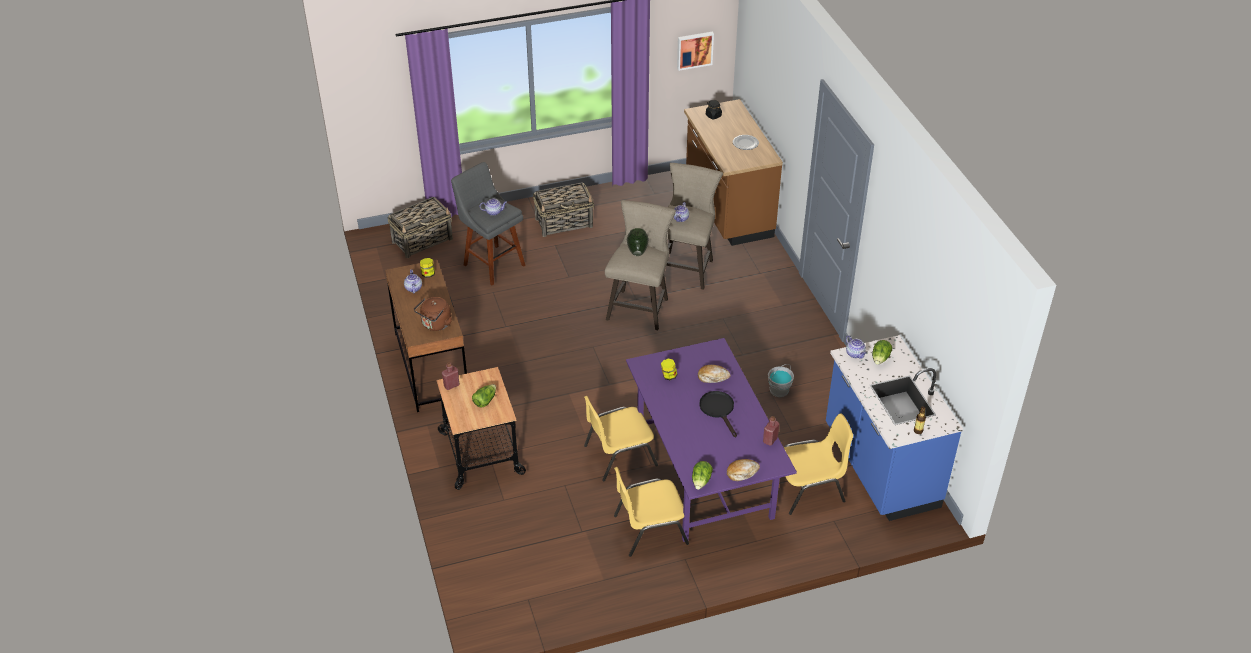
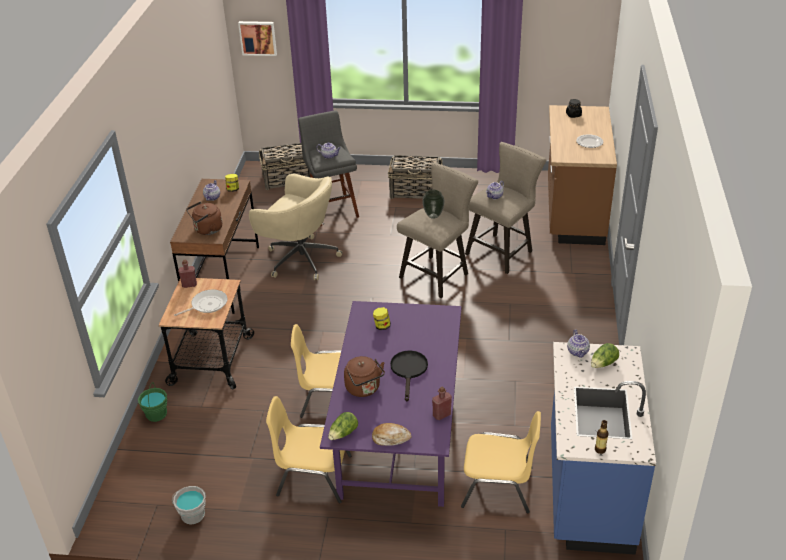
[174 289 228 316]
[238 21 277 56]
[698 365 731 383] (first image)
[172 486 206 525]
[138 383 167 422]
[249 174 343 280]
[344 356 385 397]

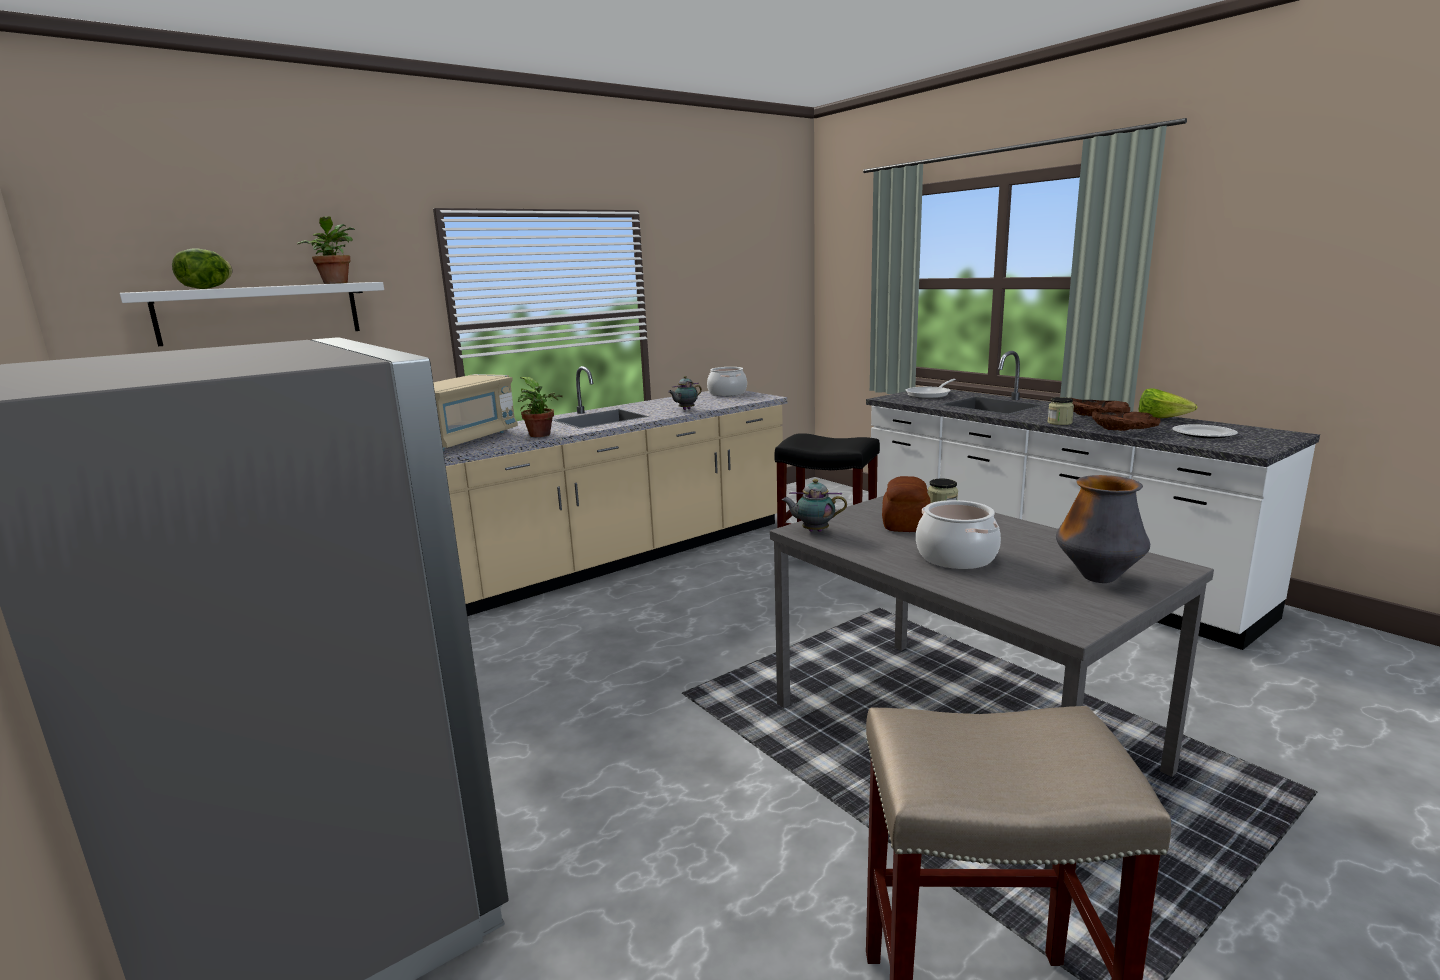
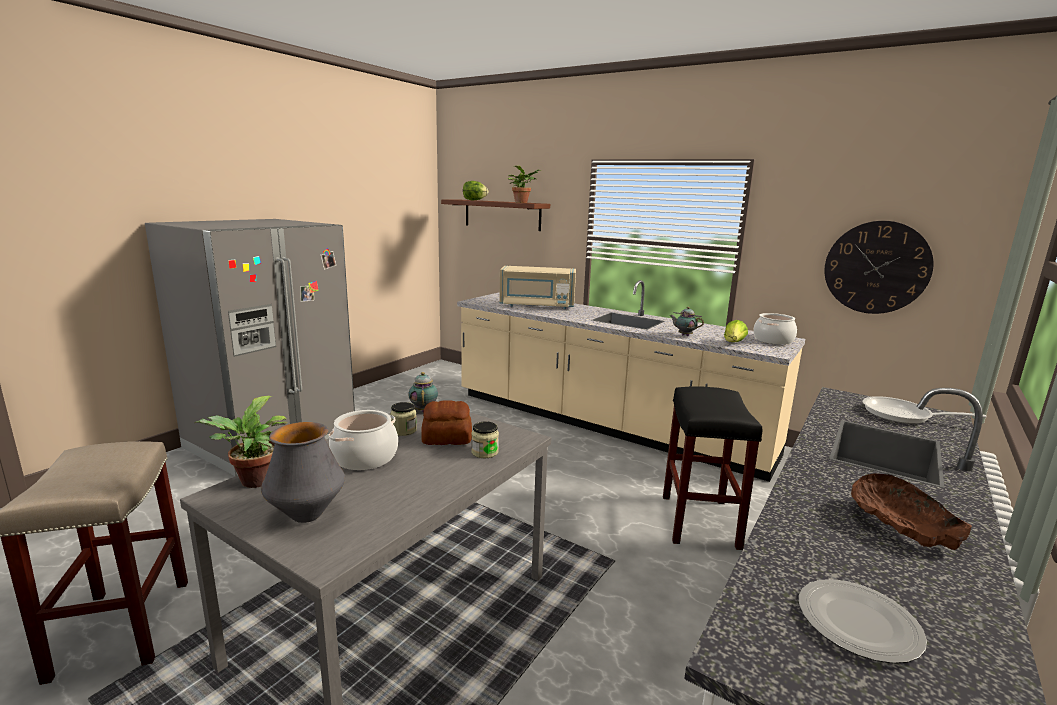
[441 200 550 231]
[195 396 288 488]
[390 402 417 436]
[1092 411 1161 431] (first image)
[724 320 748 342]
[824 221 934 314]

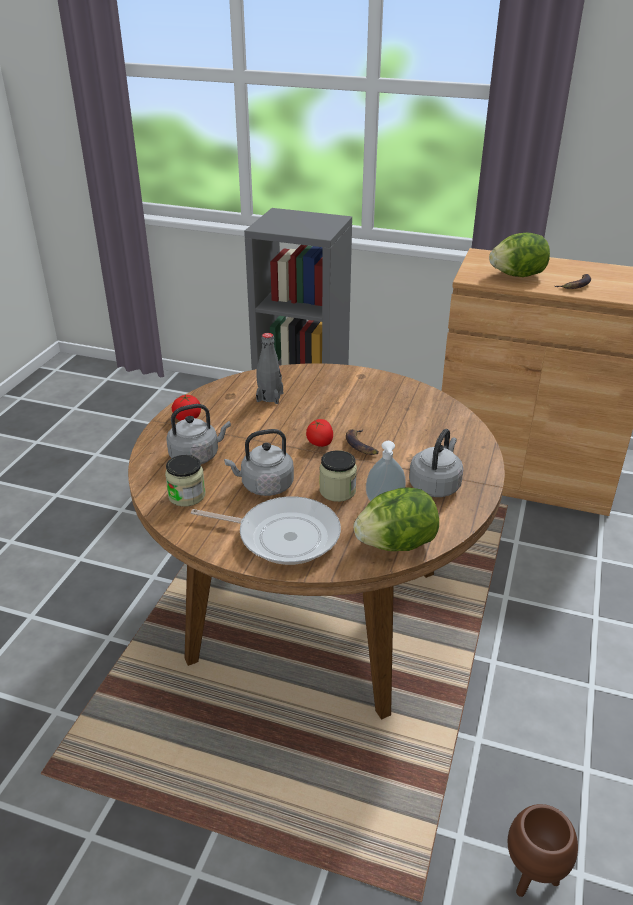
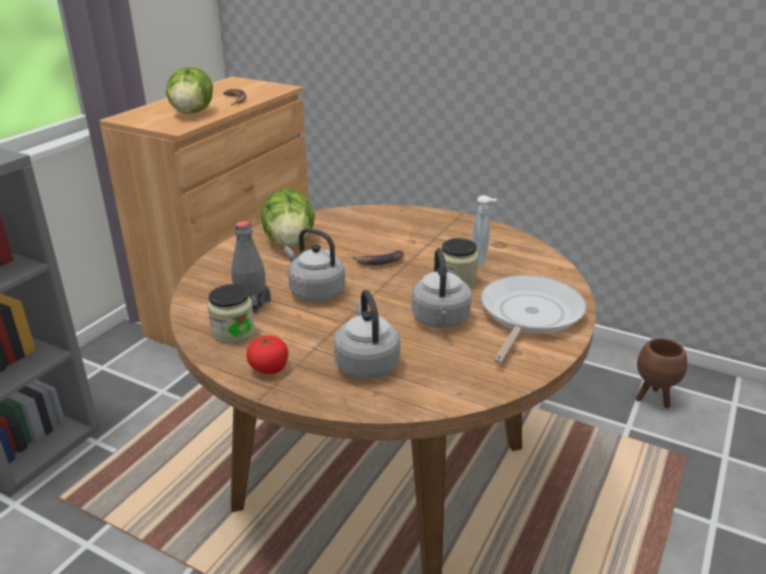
[208 284 255 344]
[306 419 333 447] (first image)
[261 188 315 247]
[284 228 345 302]

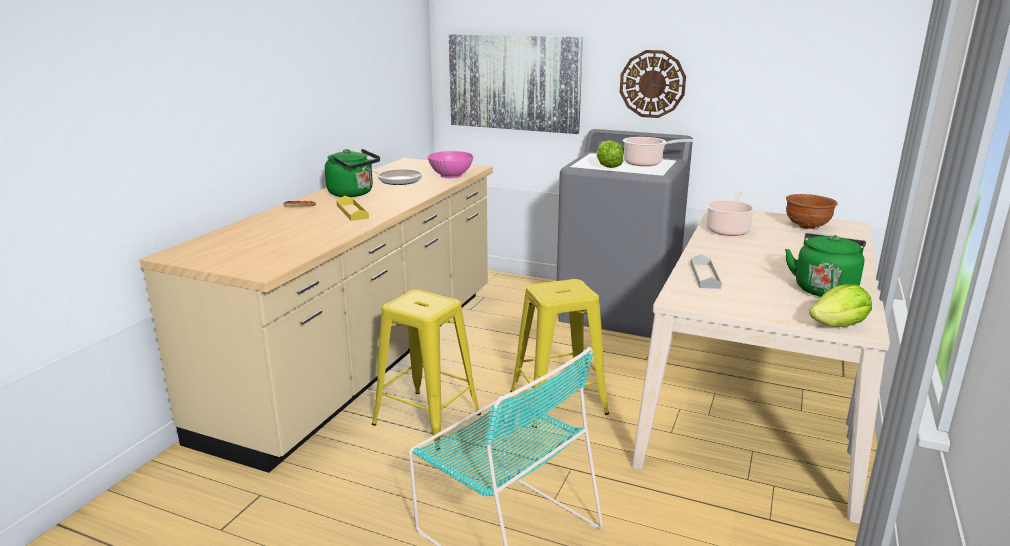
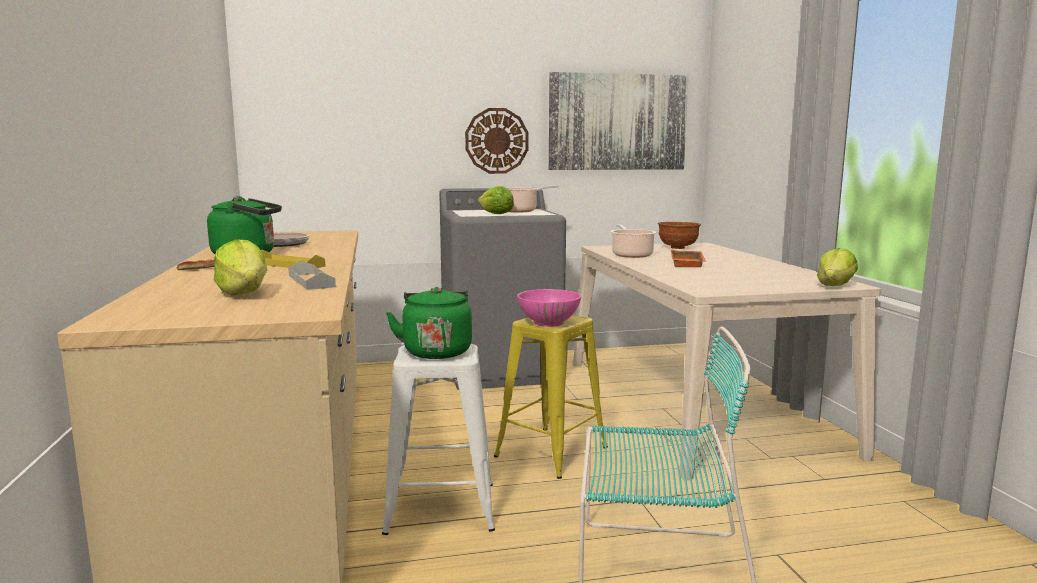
[382 344 495 535]
[517 289 581 327]
[549 72 688 170]
[288 260 336 290]
[386 287 472 359]
[214 239 267 296]
[671 250 706 267]

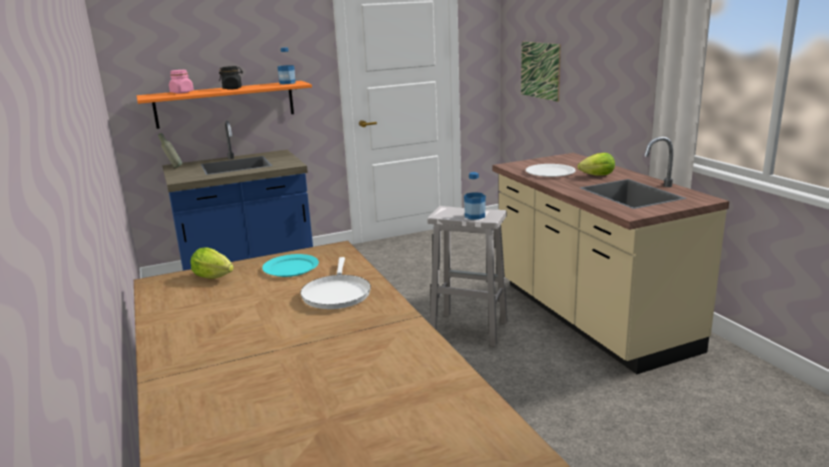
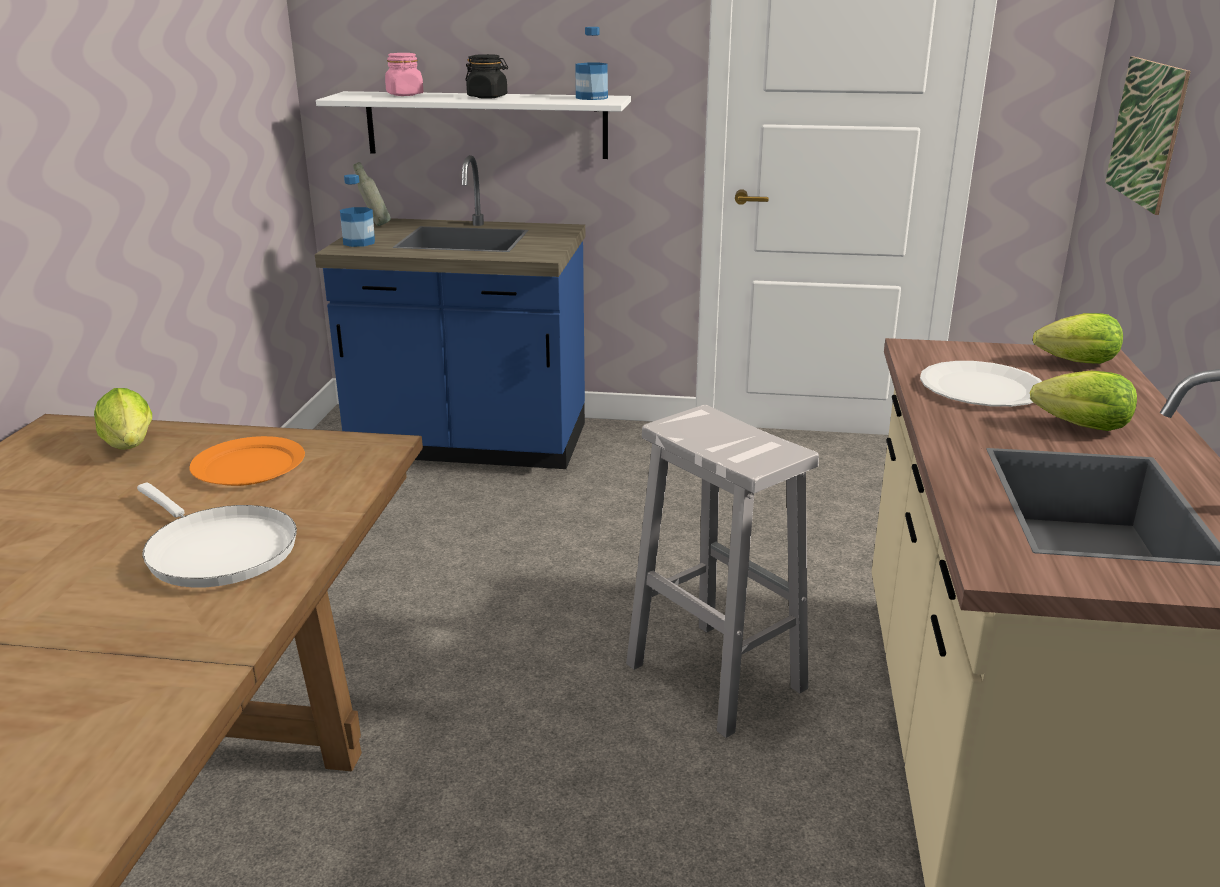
[316 91 631 159]
[189 436 305 486]
[137 483 297 588]
[340 174 375 247]
[1033 313 1123 364]

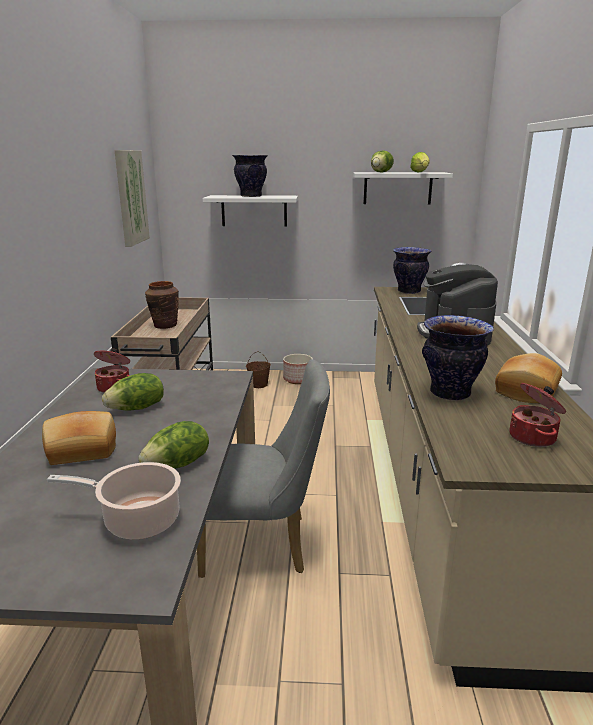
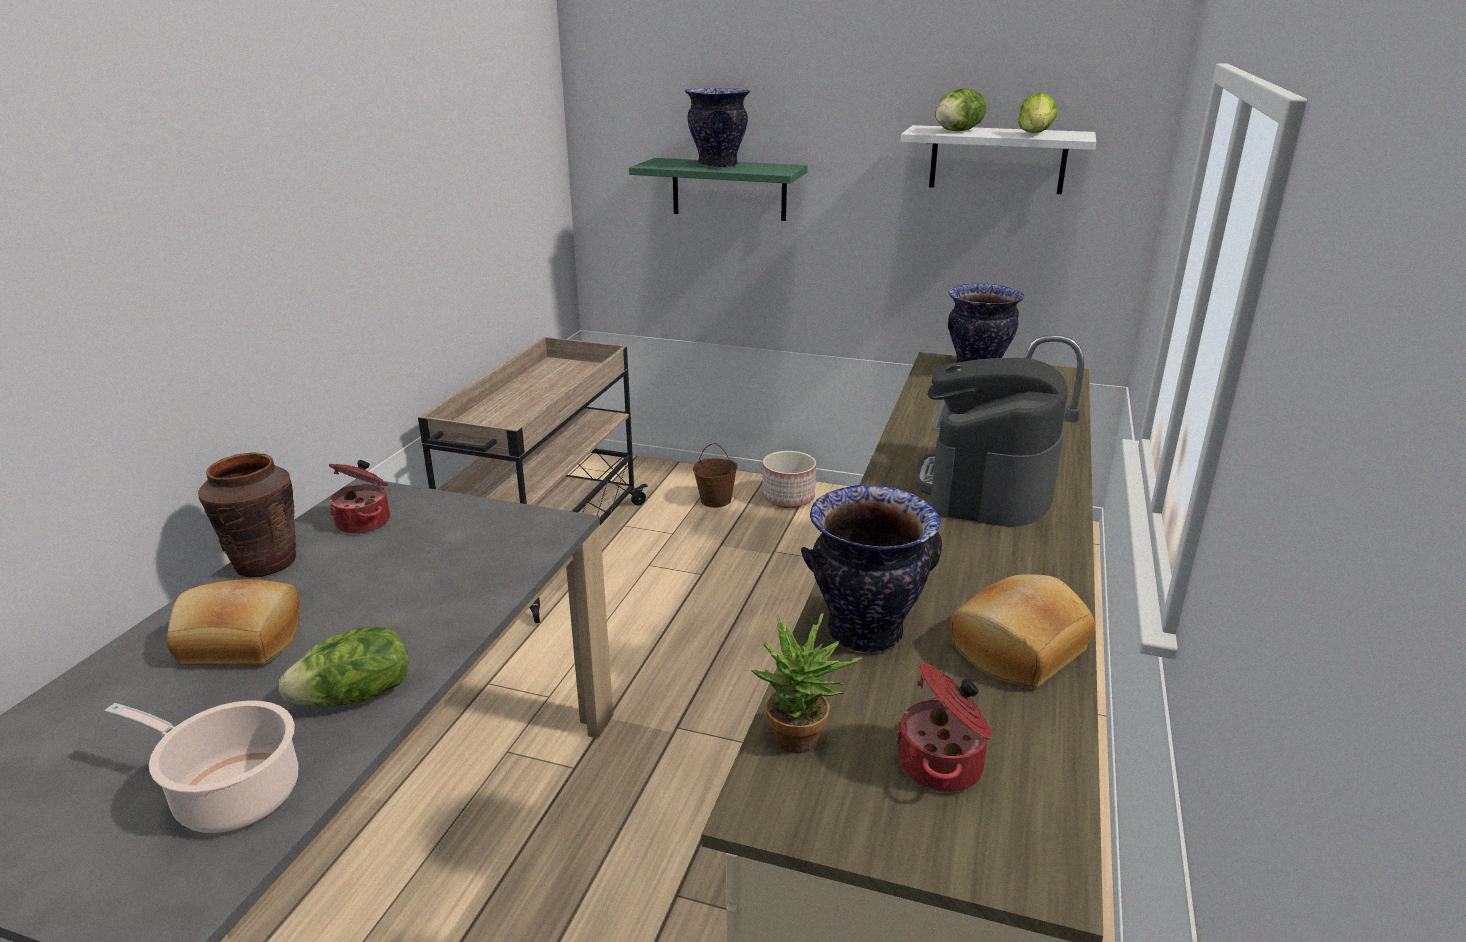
[102 373 164 410] (first image)
[114 150 150 247] (first image)
[198 453 296 578]
[197 359 330 578] (first image)
[629 158 808 221]
[751 613 863 754]

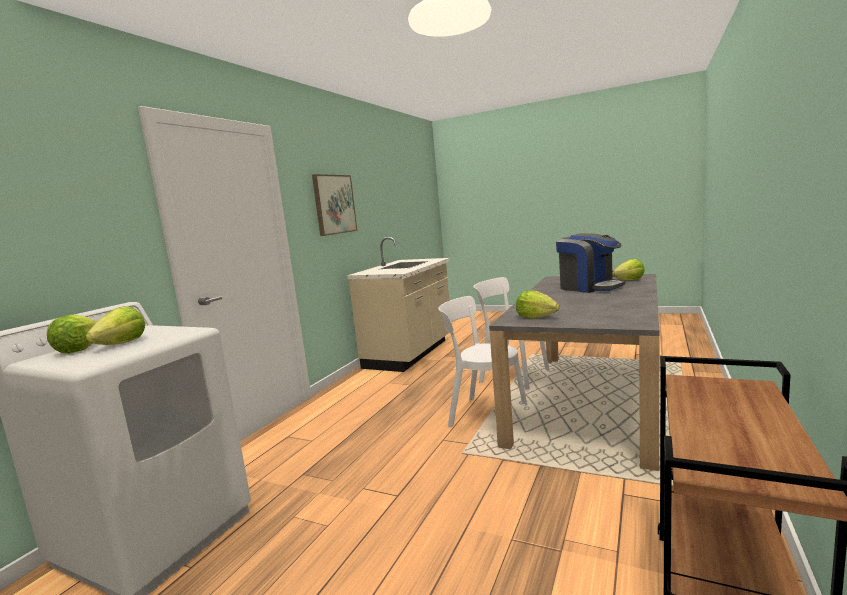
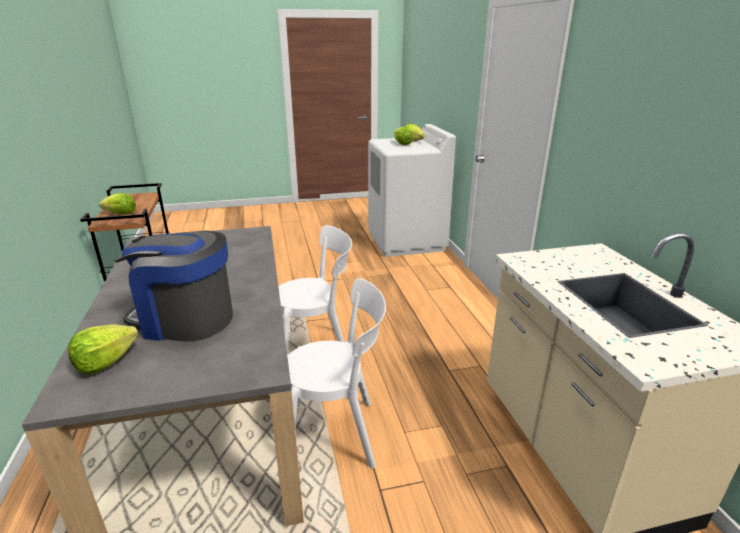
[312 174 357 236] (first image)
[99 193 136 214]

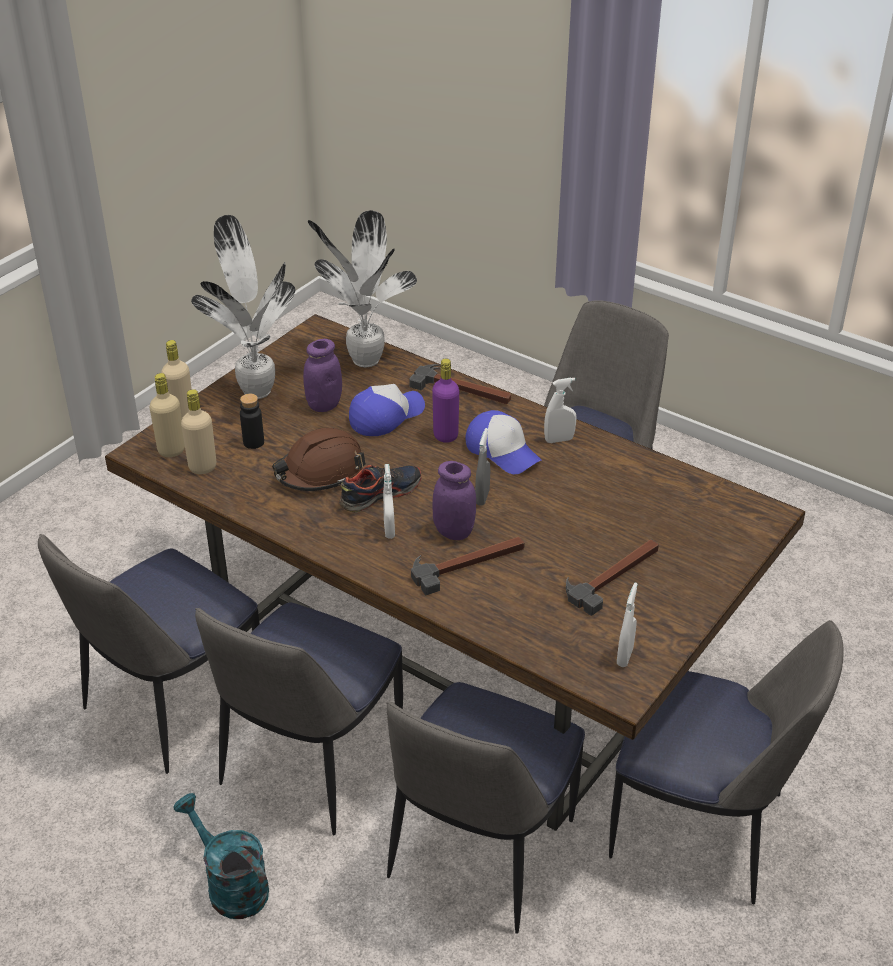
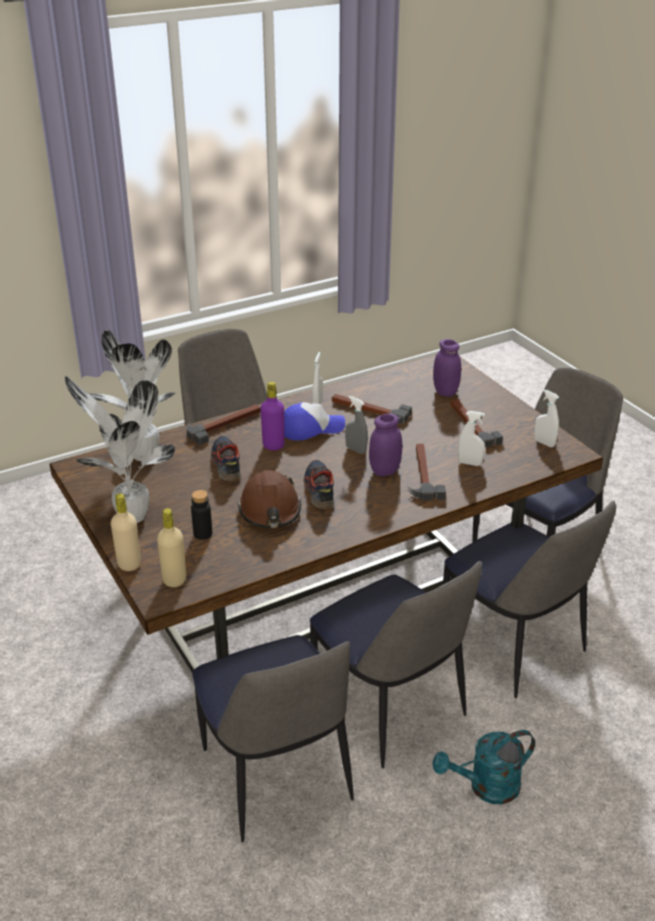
[181 389 216 474] (first image)
[433 339 461 397]
[211 436 241 481]
[458 411 485 466]
[332 394 412 424]

